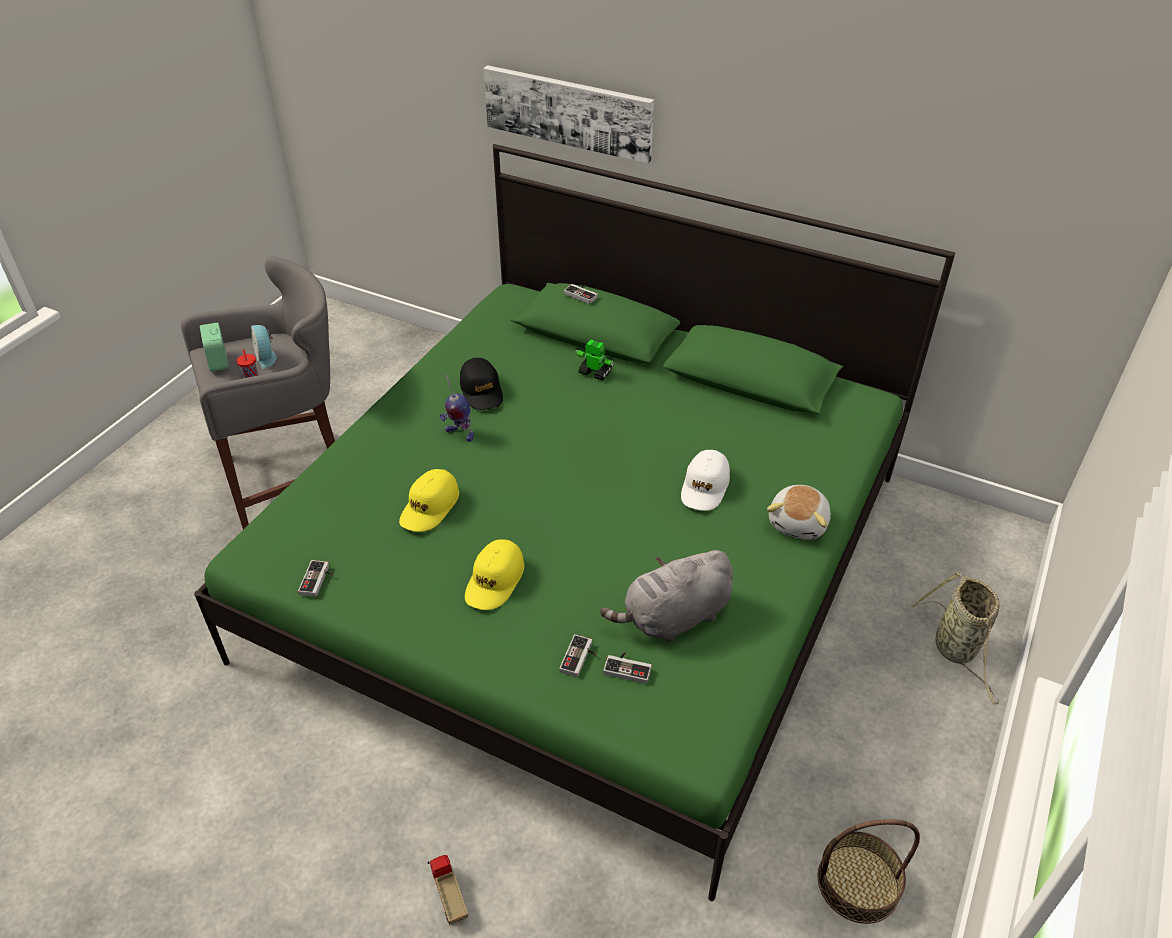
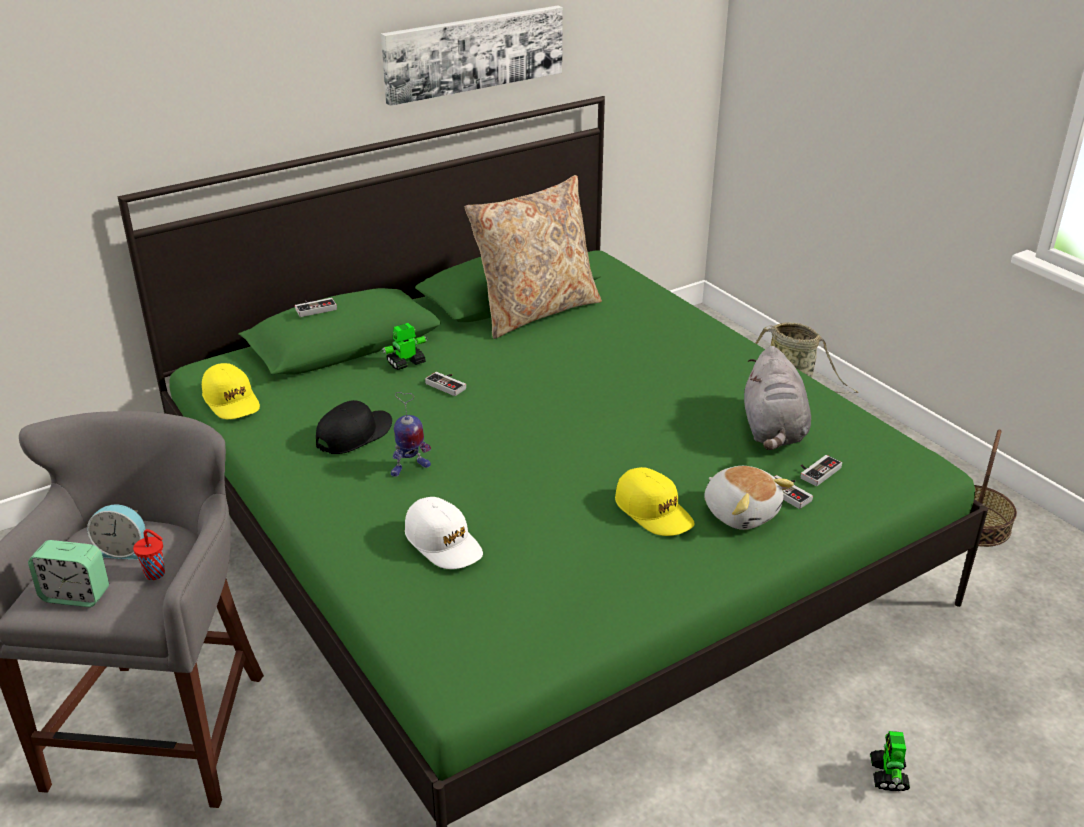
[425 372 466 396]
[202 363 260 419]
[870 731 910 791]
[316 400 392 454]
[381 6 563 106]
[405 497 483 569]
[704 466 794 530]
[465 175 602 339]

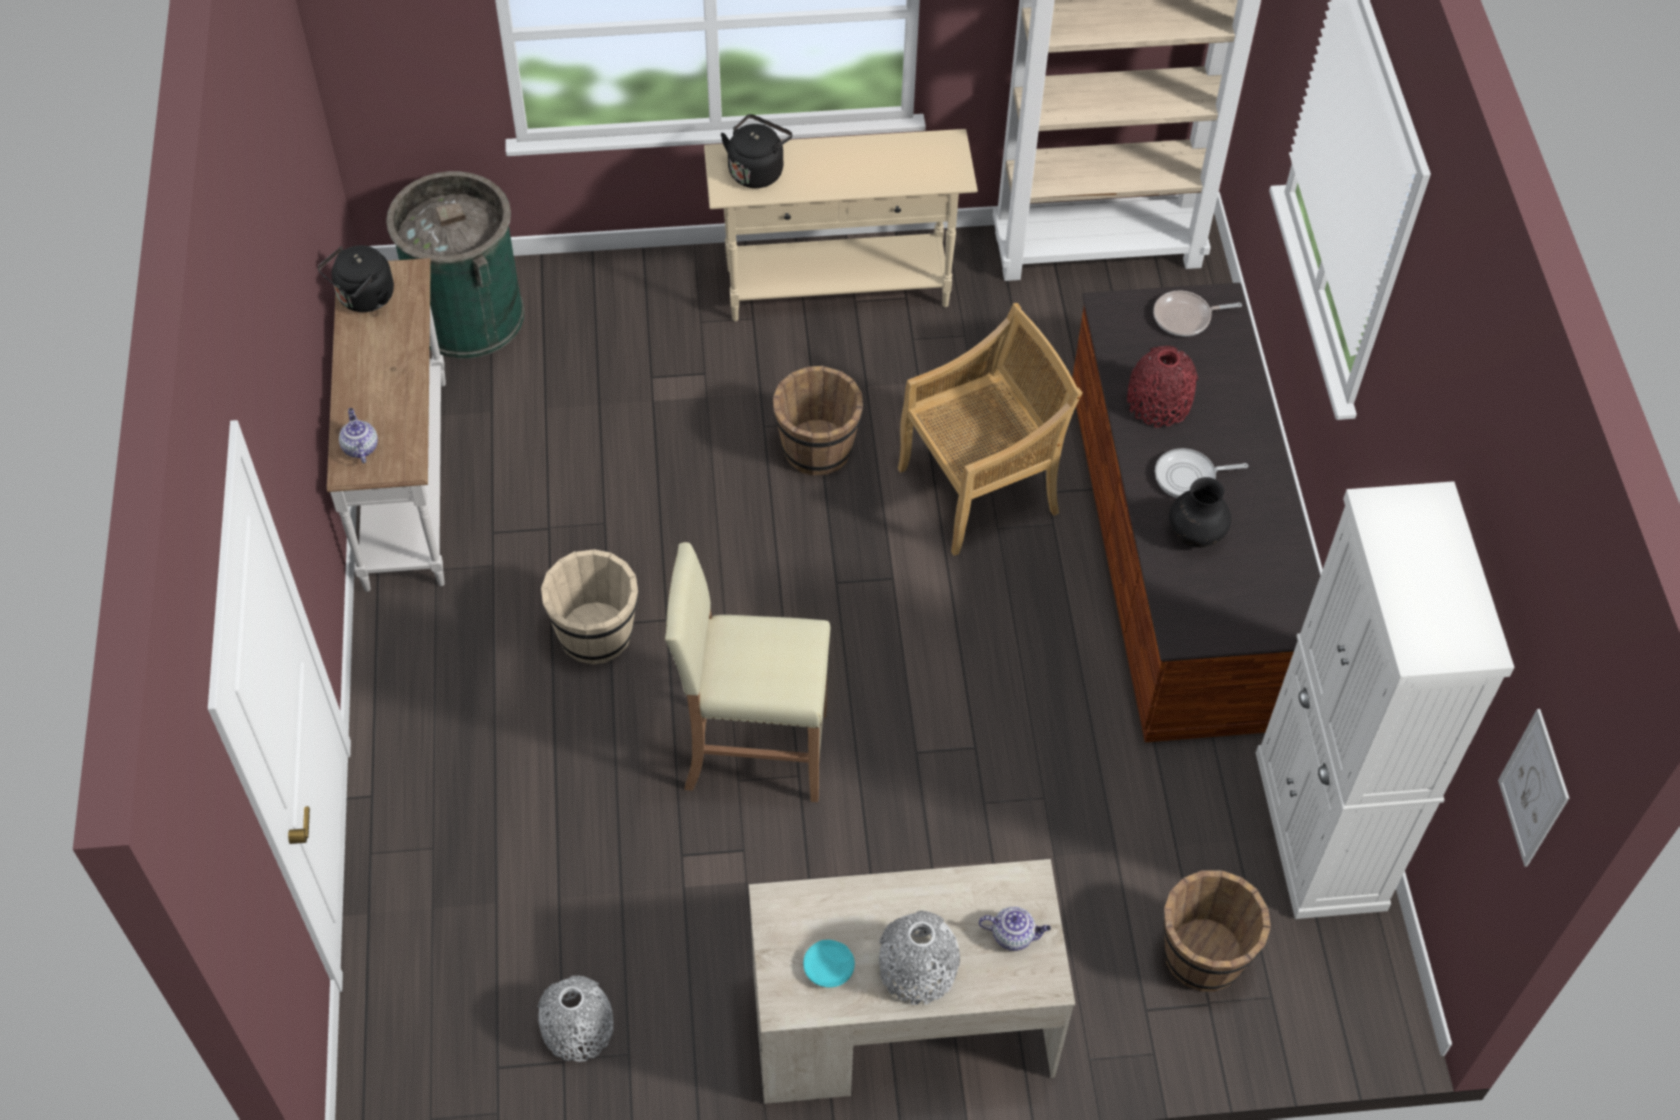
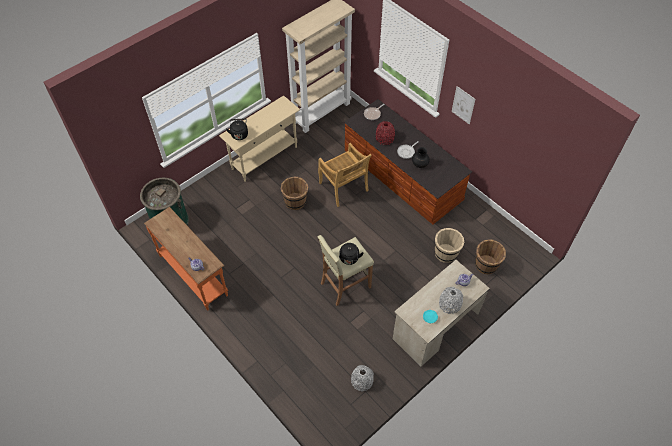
[339 243 364 265]
[144 207 228 311]
[435 228 464 263]
[318 143 371 207]
[1256 481 1515 919] (first image)
[452 86 475 124]

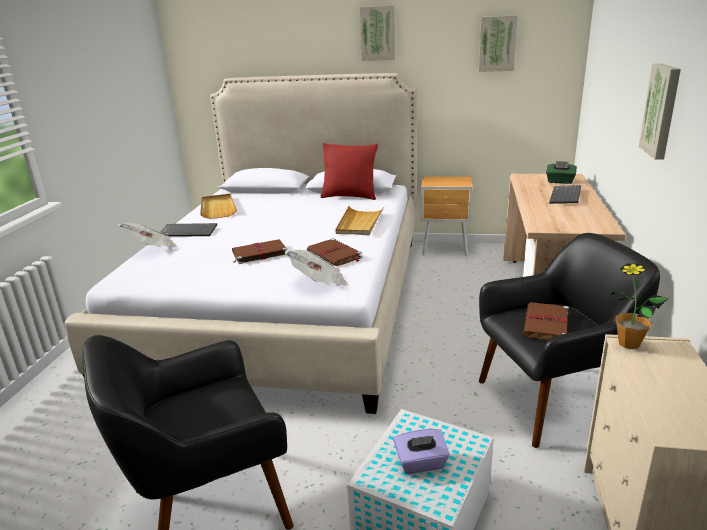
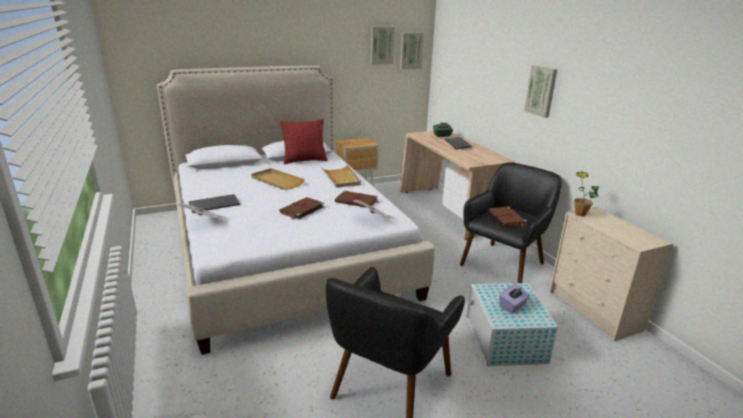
[251 168 305 190]
[400 33 424 69]

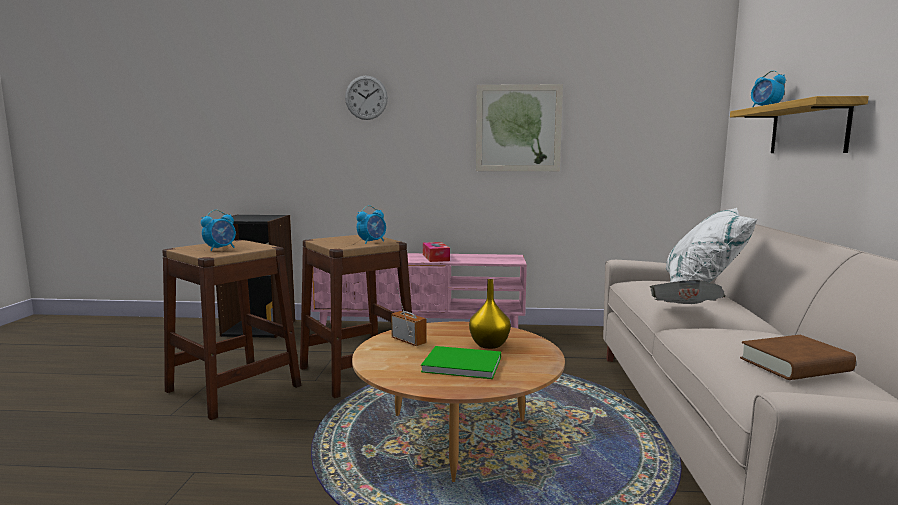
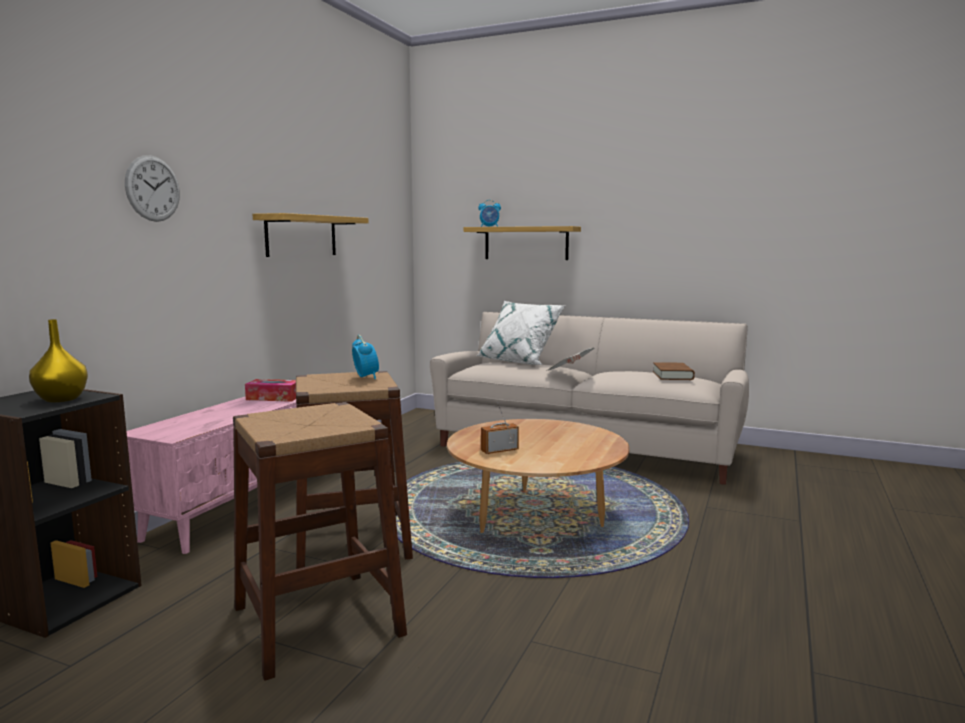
[201 210 236 251] (first image)
[421 346 501 379] (first image)
[29 319 88 403]
[253 213 368 257]

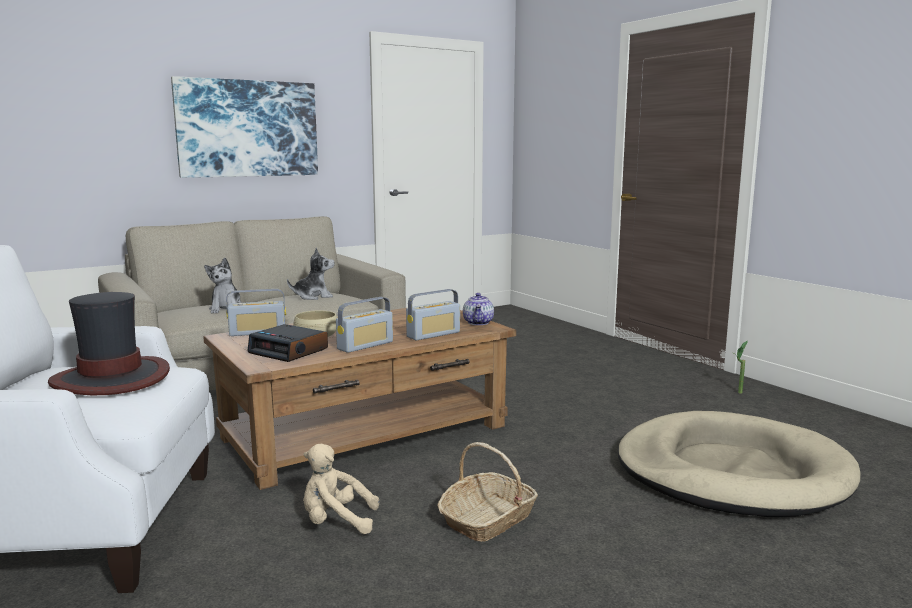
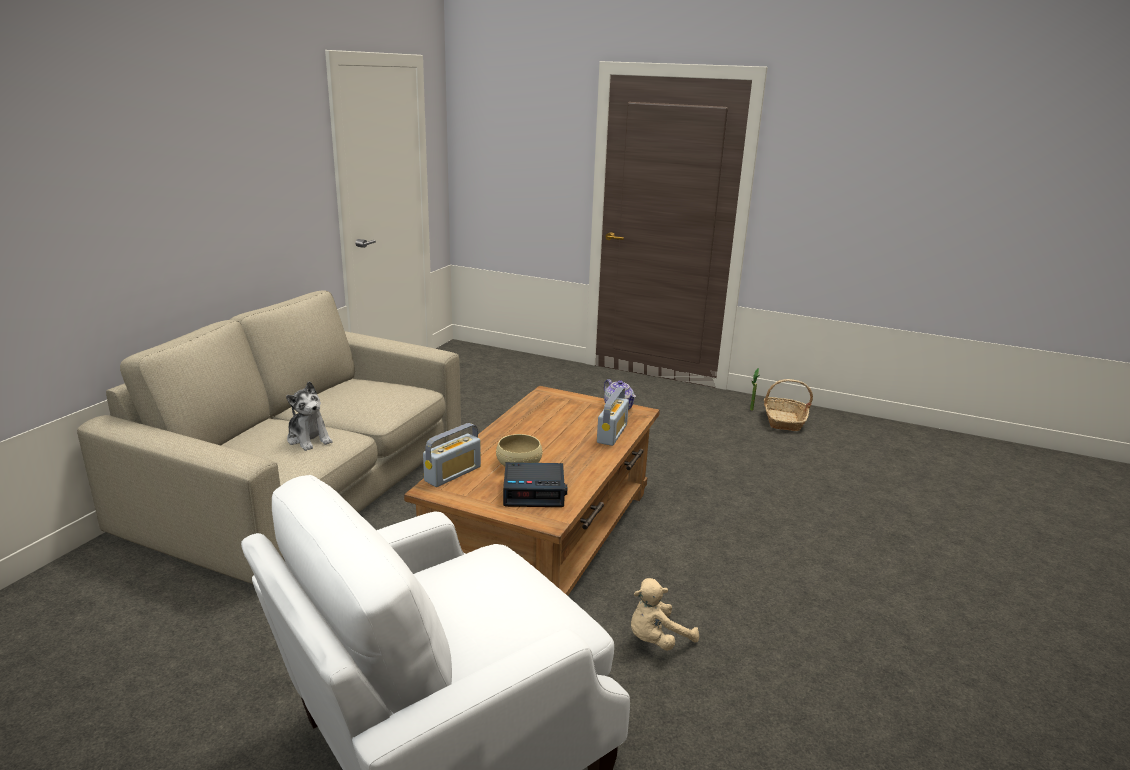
[48 292 170 395] (first image)
[171 76 318 178] (first image)
[287 248 335 300] (first image)
[336 297 393 353] (first image)
[764 379 813 431]
[618 411 861 517] (first image)

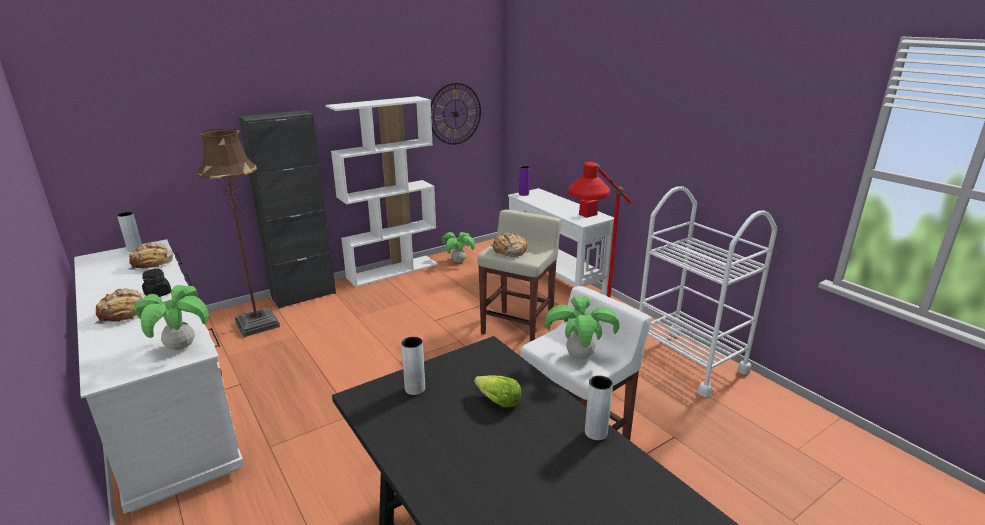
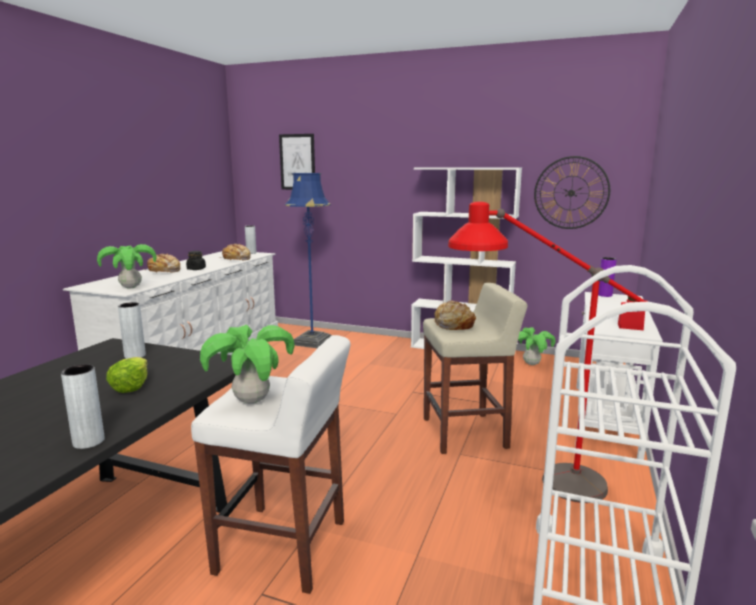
[285 173 332 348]
[239 110 336 309] (first image)
[279 134 315 190]

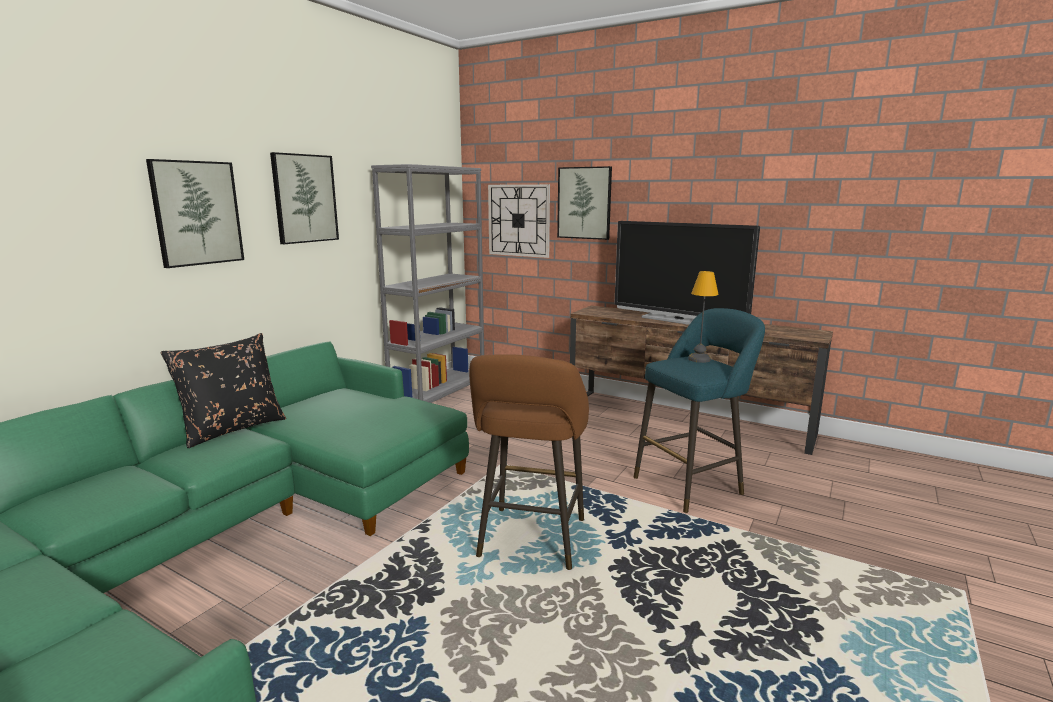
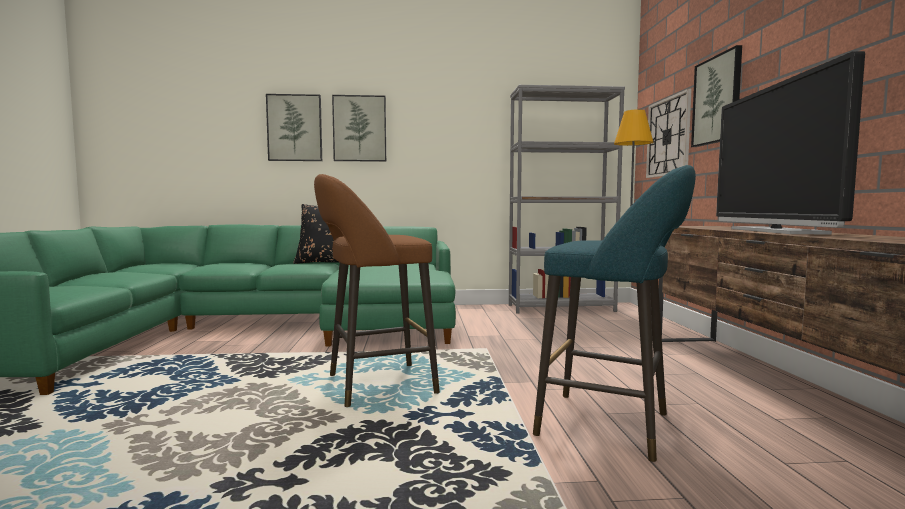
[266 94 322 161]

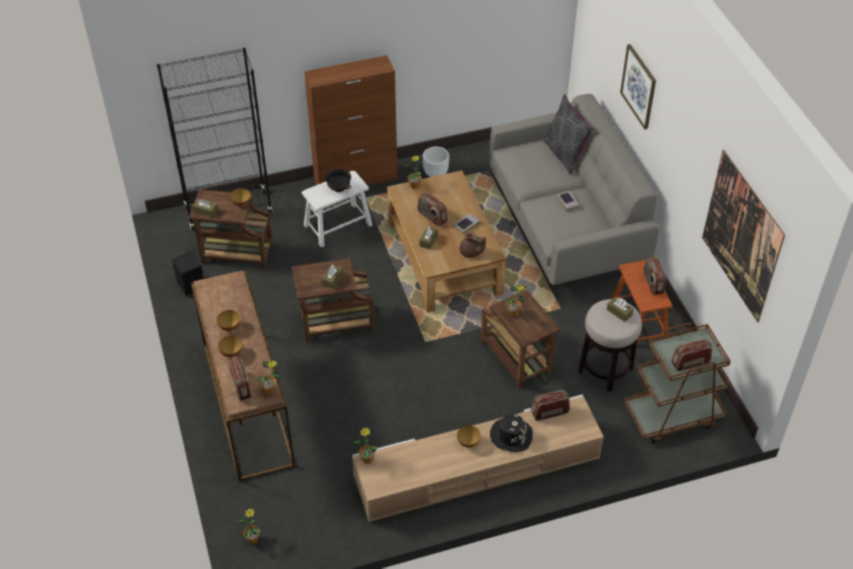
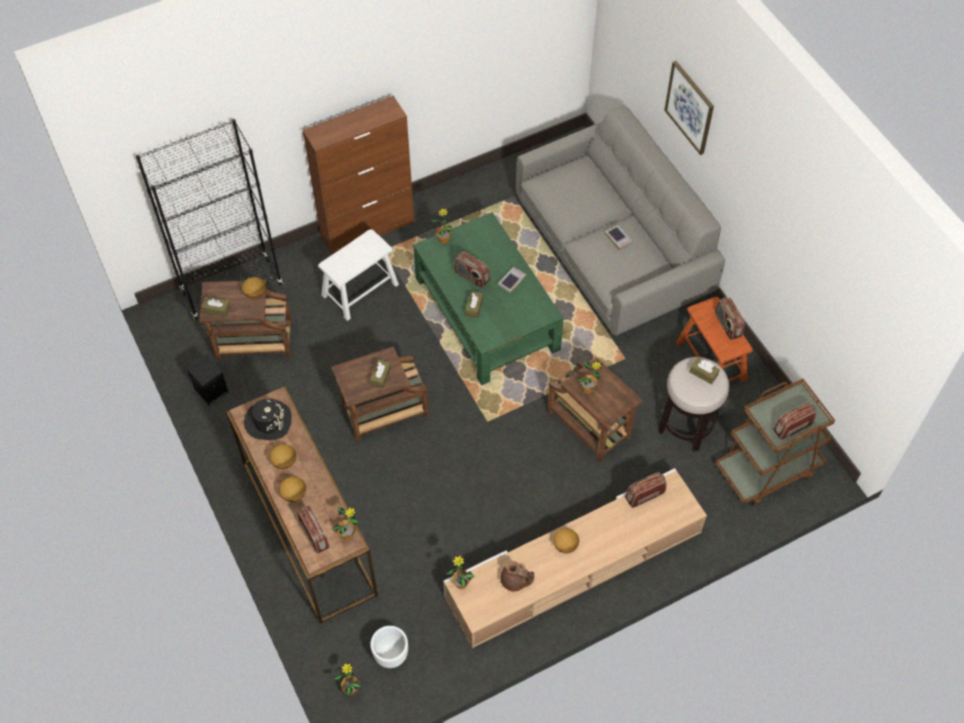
[325 169 351 192] (first image)
[413 212 564 385]
[371 626 408 668]
[500 561 534 592]
[244 399 292 440]
[543 94 594 175] (first image)
[702 150 785 323] (first image)

